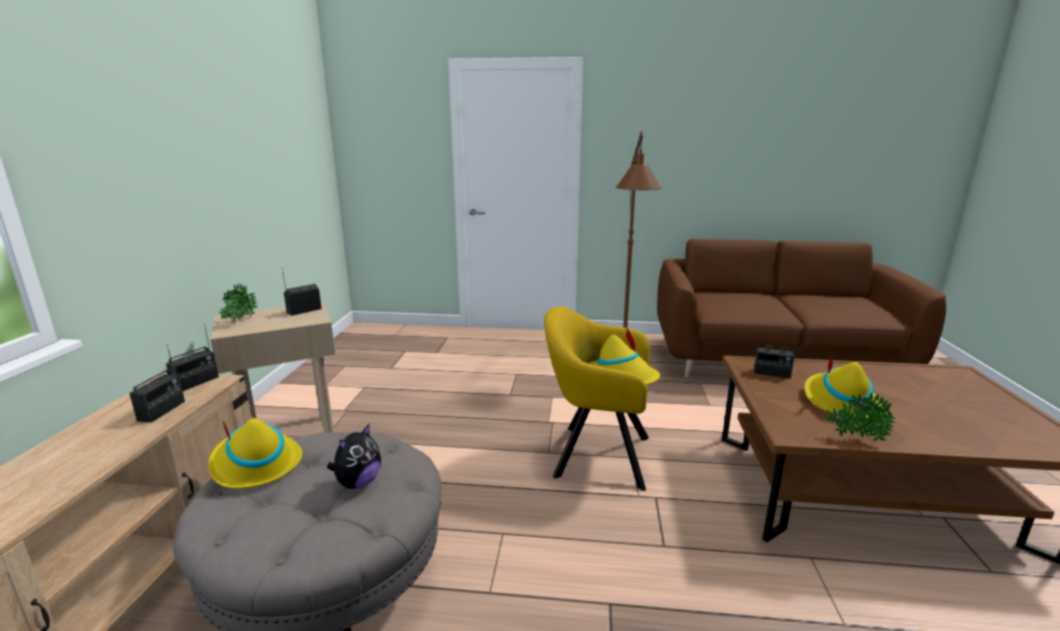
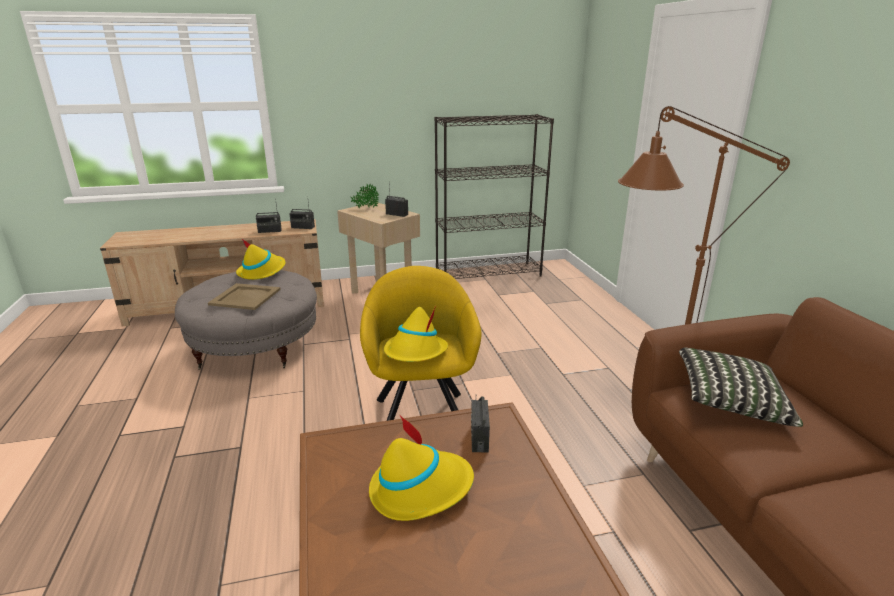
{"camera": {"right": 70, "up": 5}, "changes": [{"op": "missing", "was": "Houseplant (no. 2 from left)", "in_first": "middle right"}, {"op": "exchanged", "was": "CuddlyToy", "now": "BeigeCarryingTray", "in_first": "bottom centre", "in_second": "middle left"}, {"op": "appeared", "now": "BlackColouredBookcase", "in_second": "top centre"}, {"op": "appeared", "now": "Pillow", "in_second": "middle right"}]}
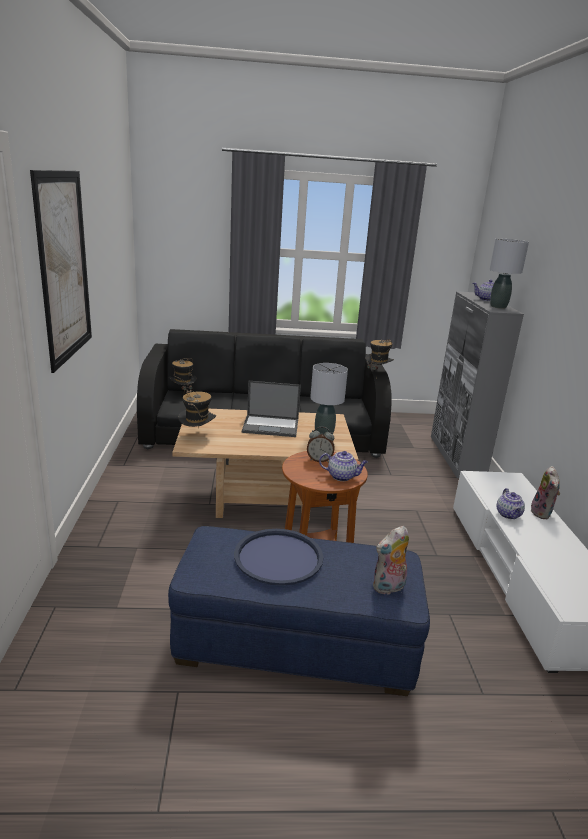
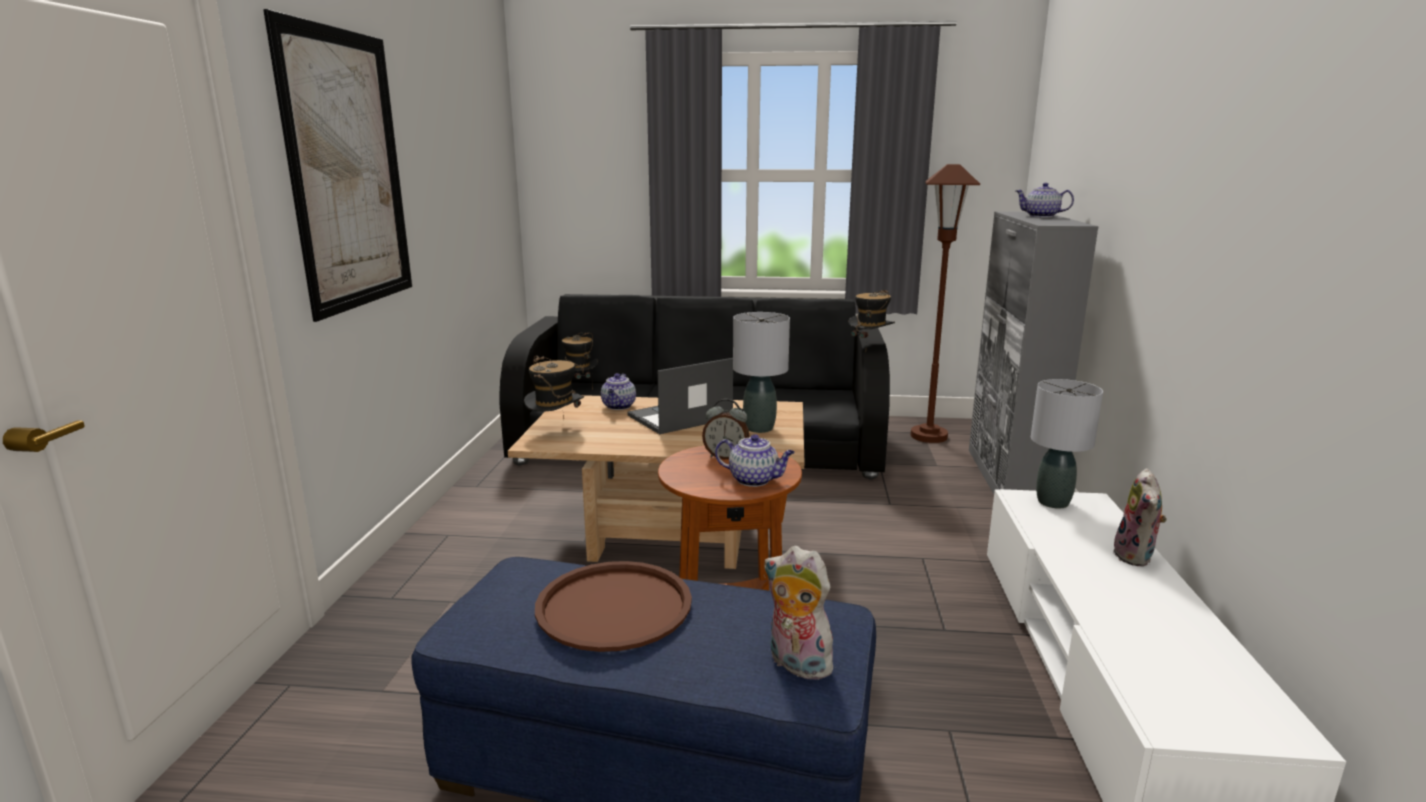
{"camera": {"right": 10, "up": -5}, "changes": [{"op": "relocated", "was": "GreyishLampForATable (no. 2 from left)", "in_first": "top right", "in_second": "middle right"}, {"op": "spun", "was": "Laptop", "in_first": "centre", "in_second": "centre", "clockwise": 135}, {"op": "relocated", "was": "PotForTea (no. 3 from left in the first image)", "now": "PotForTea (no. 1 from left)", "in_first": "middle right", "in_second": "centre"}, {"op": "spun", "was": "CuddlyToy (no. 1 from left)", "in_first": "bottom centre", "in_second": "bottom centre", "clockwise": 60}, {"op": "colour", "was": "BlueColouredCarryingTray", "now": "BrownCarryingTray", "in_first": "centre", "in_second": "bottom centre"}, {"op": "appeared", "now": "BrownStandingLamp", "in_second": "centre"}]}
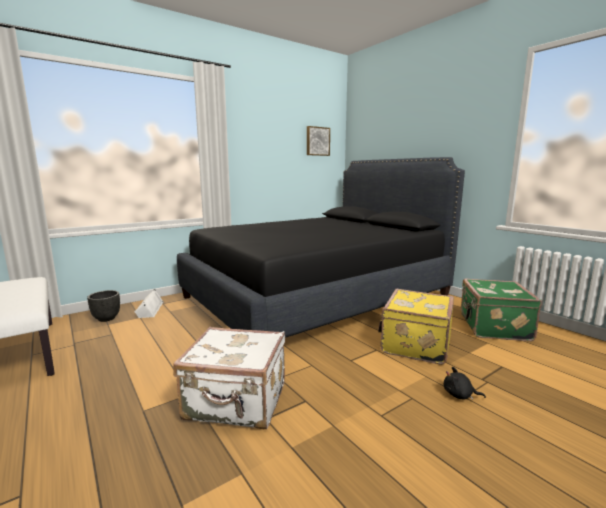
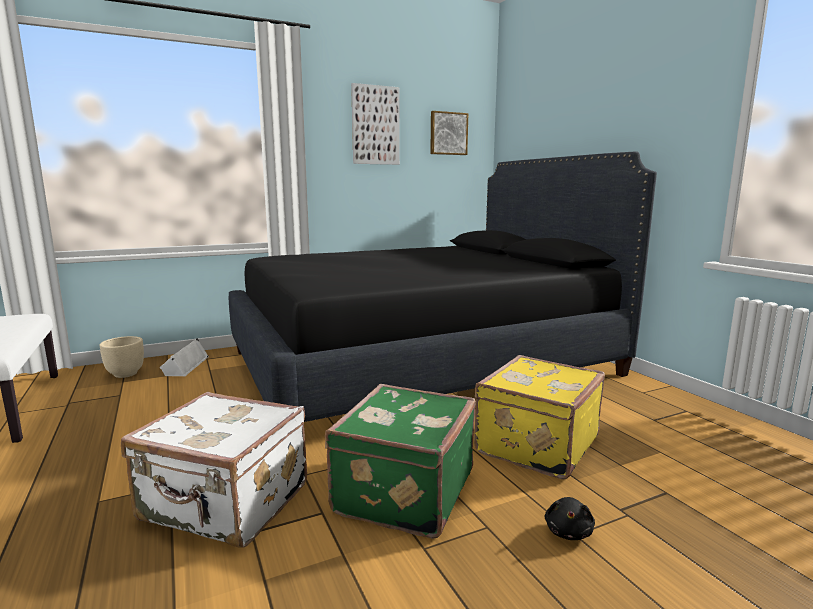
{"camera": {"right": 10, "up": 0}, "changes": [{"op": "relocated", "was": "GreenPieceOfLuggage", "in_first": "middle right", "in_second": "bottom centre"}, {"op": "colour", "was": "BlackColouredPlanter", "now": "BeigePlanter", "in_first": "middle left", "in_second": "middle left"}, {"op": "spun", "was": "BlackColouredCuddlyToy", "in_first": "bottom right", "in_second": "bottom right", "clockwise": -105}, {"op": "appeared", "now": "WallArt (no. 1 from left)", "in_second": "top centre"}]}
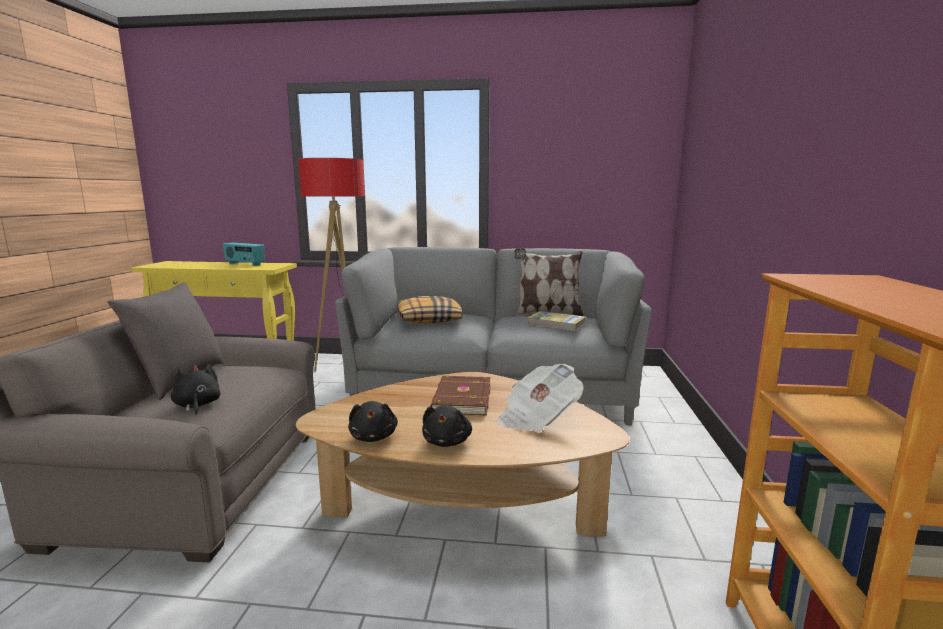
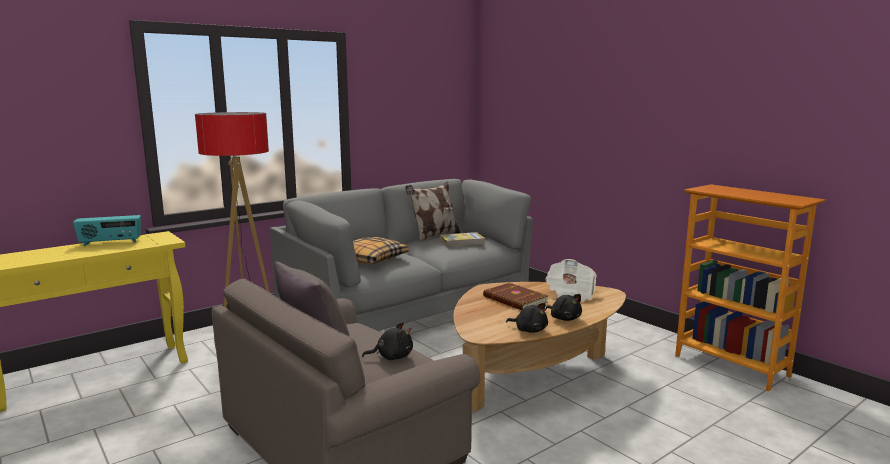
{"camera": {"right": -45, "up": 0}, "changes": [{"op": "spun", "was": "BlackColouredCuddlyToy (no. 1 from left)", "in_first": "middle left", "in_second": "bottom centre", "clockwise": 150}]}
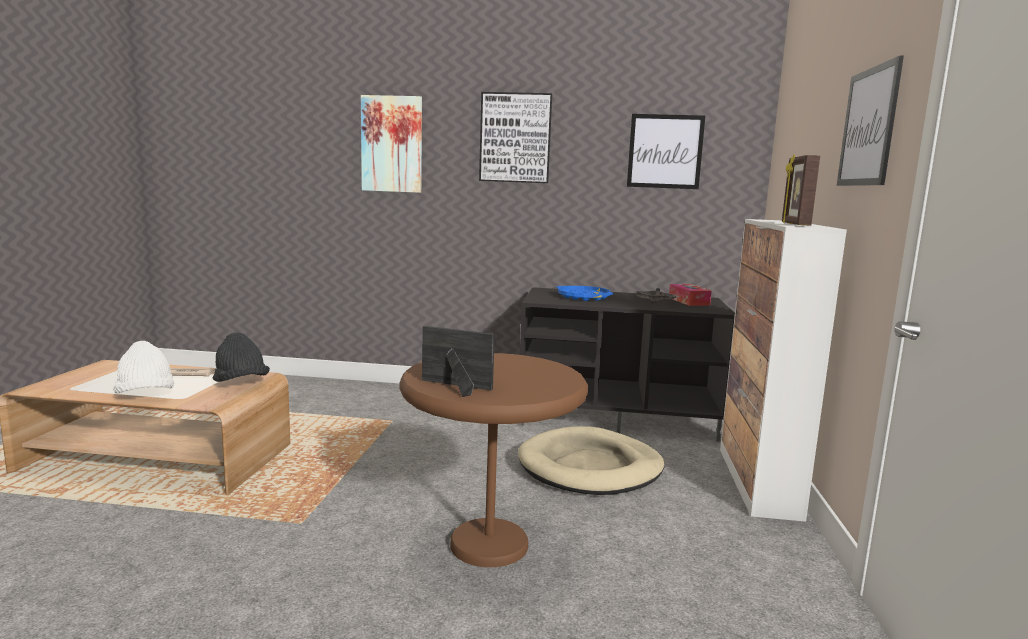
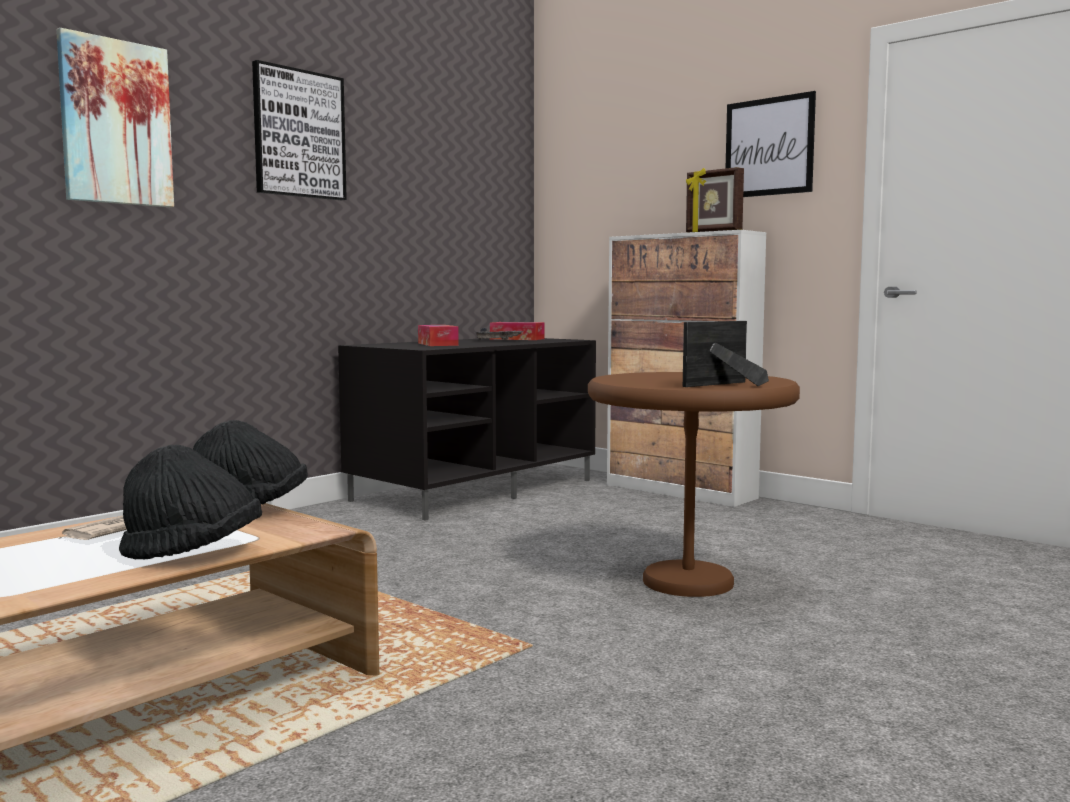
{"camera": {"right": -55, "up": -5}, "changes": [{"op": "missing", "was": "WallArt (no. 3 from left)", "in_first": "top centre"}, {"op": "exchanged", "was": "BlueColouredCarryingTray", "now": "BoxOfTissues (no. 1 from left)", "in_first": "centre", "in_second": "centre"}, {"op": "colour", "was": "WhiteColouredClothingHat", "now": "BlackColouredClothingHat (no. 1 from left)", "in_first": "middle left", "in_second": "middle left"}, {"op": "missing", "was": "BeigeDogBed", "in_first": "bottom centre"}]}
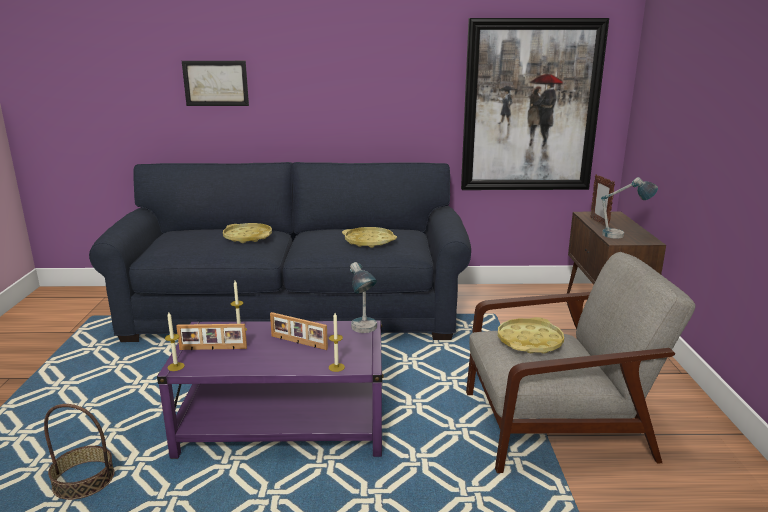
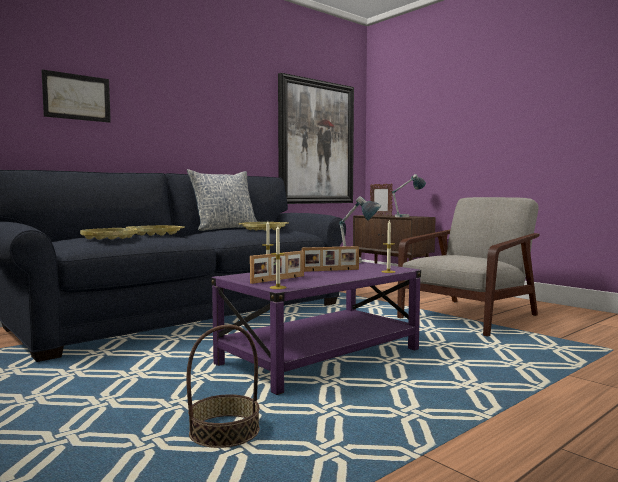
{"camera": {"right": -40, "up": -15}, "changes": [{"op": "relocated", "was": "YellowCarryingTray (no. 3 from left in the first image)", "now": "YellowCarryingTray (no. 1 from left)", "in_first": "middle right", "in_second": "middle left"}, {"op": "appeared", "now": "Pillow", "in_second": "centre"}]}
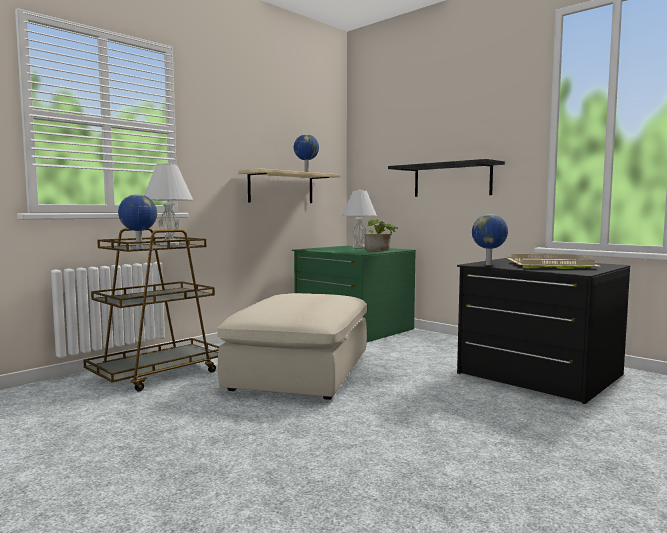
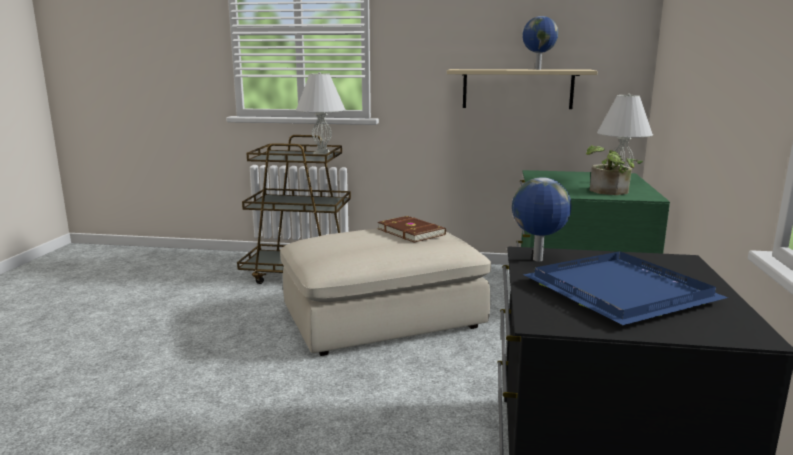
{"camera": {"right": 55, "up": 10}, "changes": [{"op": "missing", "was": "BlackColouredBracketShelf", "in_first": "middle right"}, {"op": "missing", "was": "WorldGlobe (no. 1 from left)", "in_first": "middle left"}, {"op": "colour", "was": "BeigeCarryingTray", "now": "BlueColouredCarryingTray", "in_first": "middle right", "in_second": "middle right"}, {"op": "appeared", "now": "BrownBook", "in_second": "centre"}]}
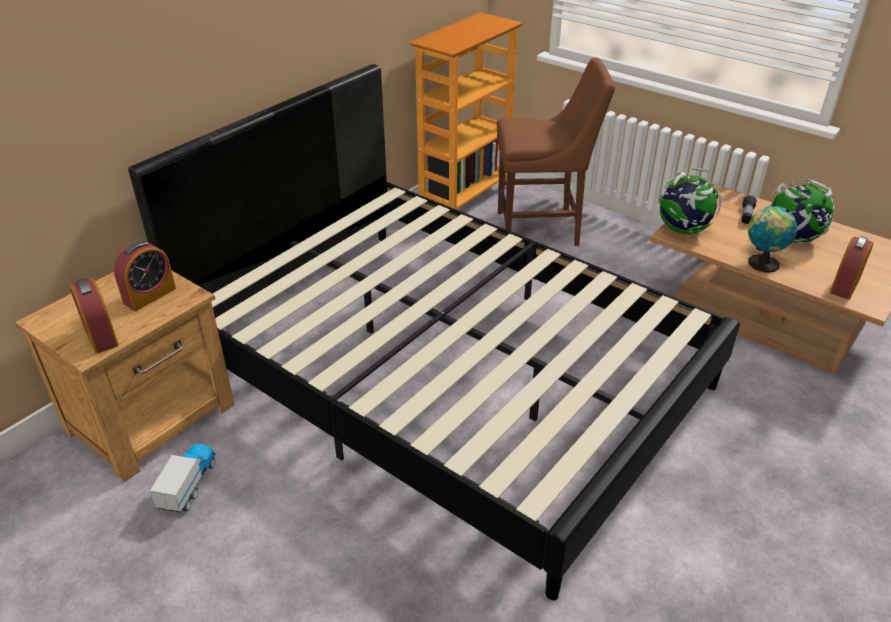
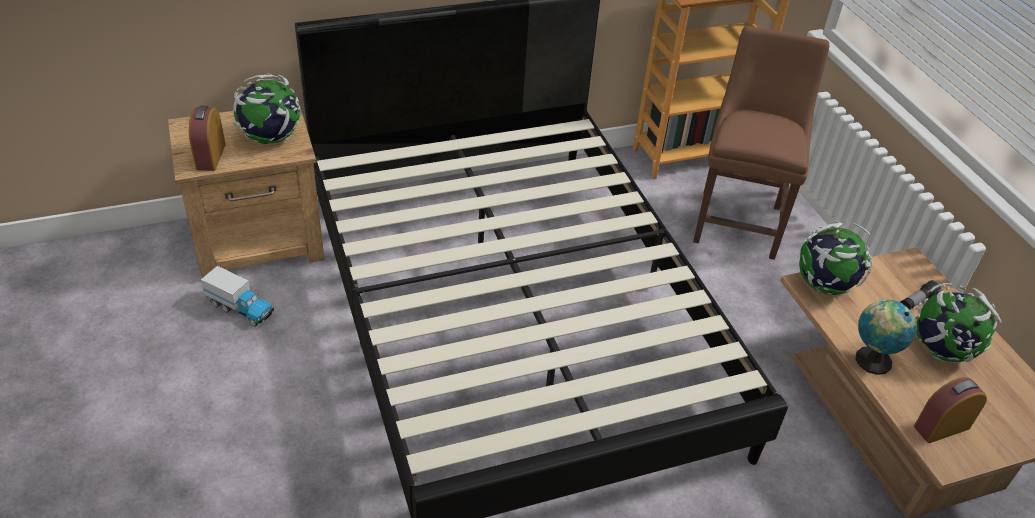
{"camera": {"right": 30, "up": 5}, "changes": [{"op": "spun", "was": "BrownChair", "in_first": "top centre", "in_second": "top right", "clockwise": -105}, {"op": "exchanged", "was": "AlarmClock (no. 2 from left)", "now": "WorldGlobe (no. 1 from left)", "in_first": "middle left", "in_second": "top left"}, {"op": "spun", "was": "ToyLorry", "in_first": "bottom left", "in_second": "middle left", "clockwise": 75}]}
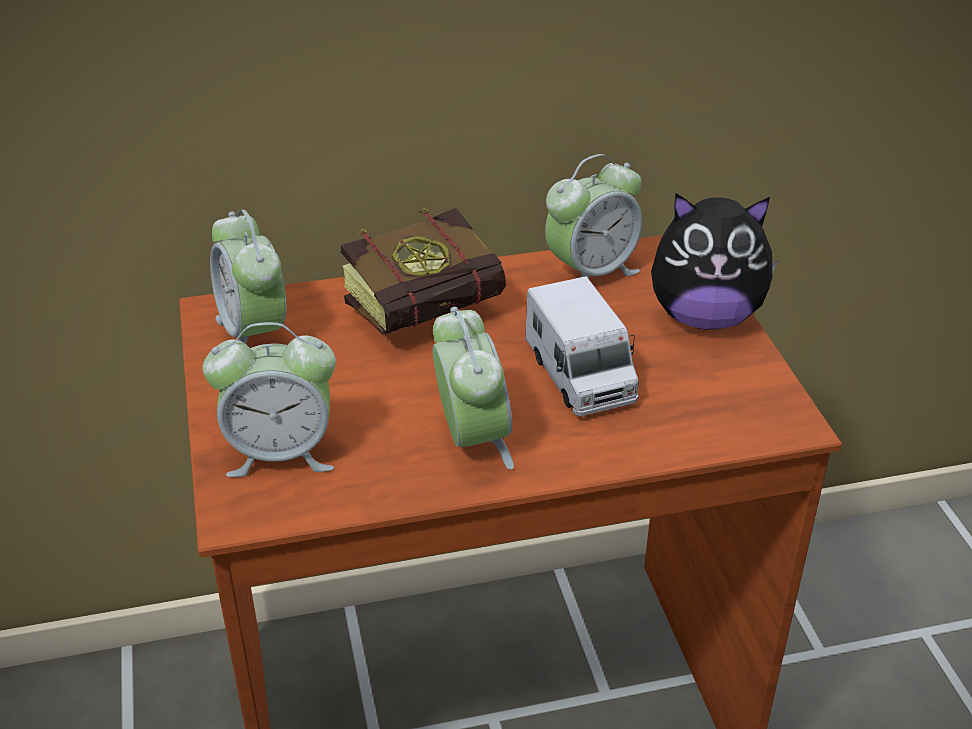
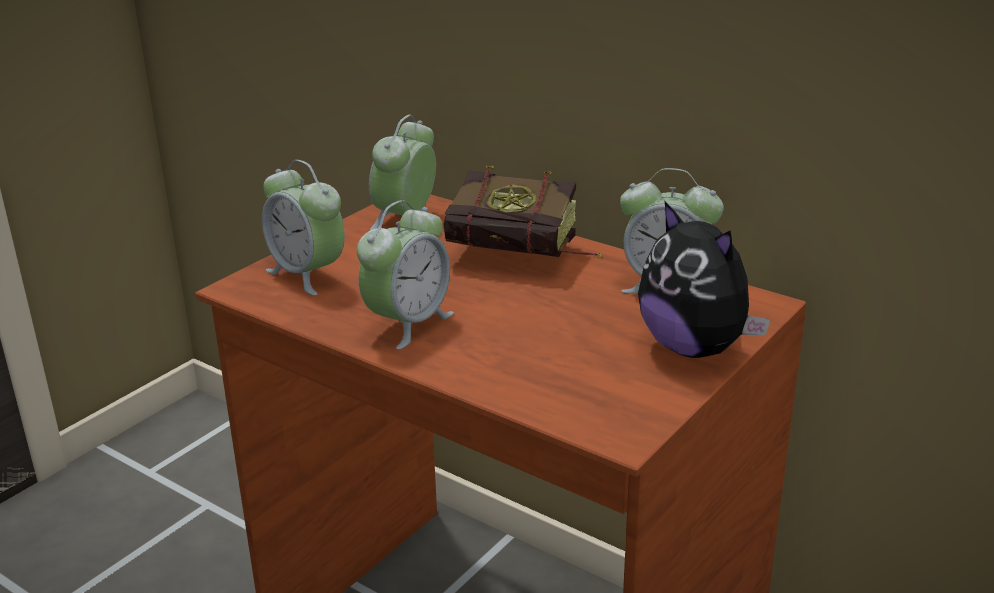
{"camera": {"right": 50, "up": -10}, "changes": [{"op": "missing", "was": "ToyLorry", "in_first": "centre"}]}
